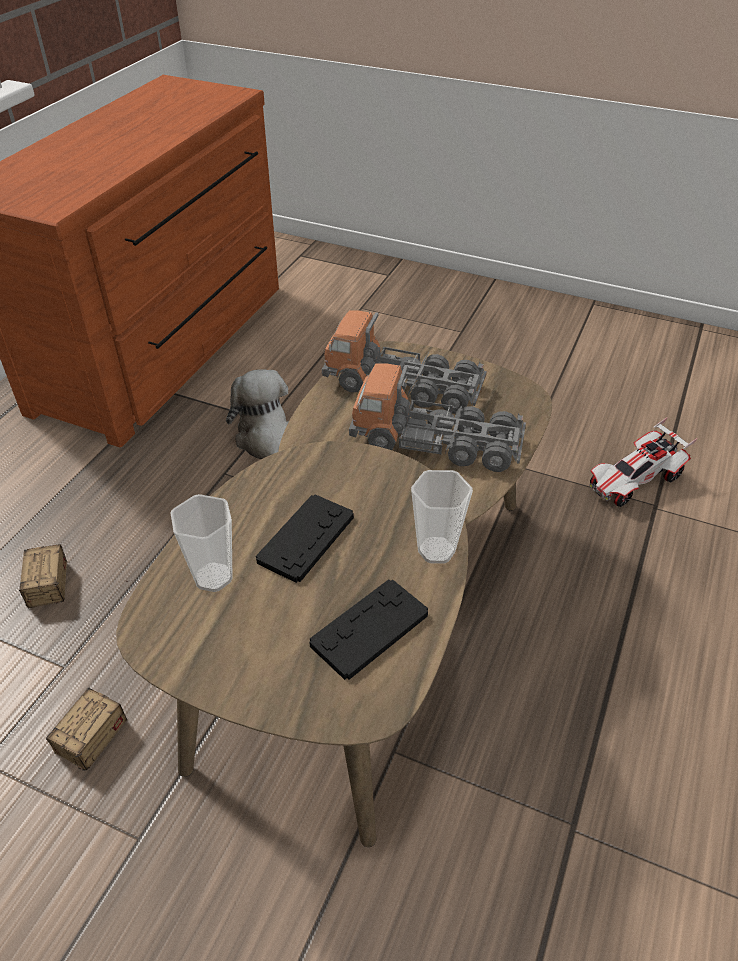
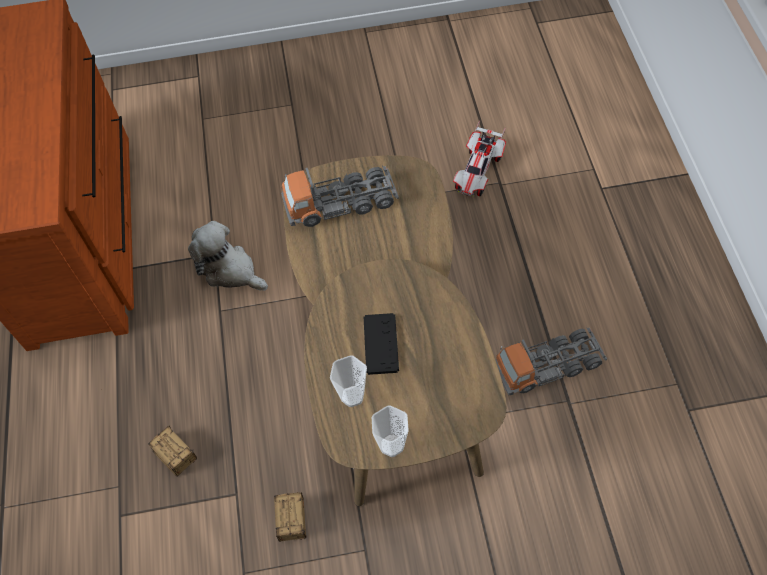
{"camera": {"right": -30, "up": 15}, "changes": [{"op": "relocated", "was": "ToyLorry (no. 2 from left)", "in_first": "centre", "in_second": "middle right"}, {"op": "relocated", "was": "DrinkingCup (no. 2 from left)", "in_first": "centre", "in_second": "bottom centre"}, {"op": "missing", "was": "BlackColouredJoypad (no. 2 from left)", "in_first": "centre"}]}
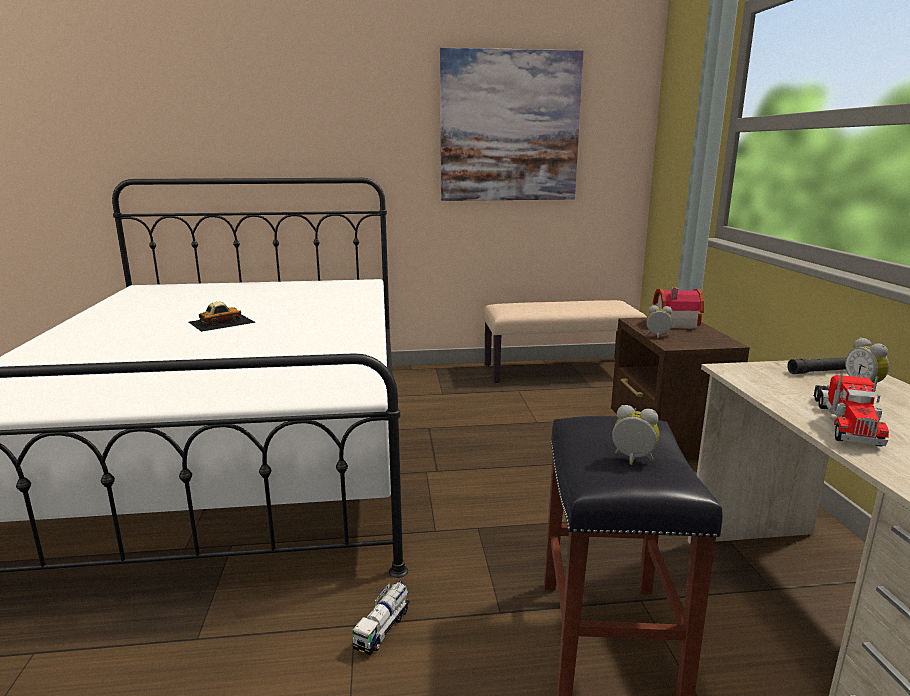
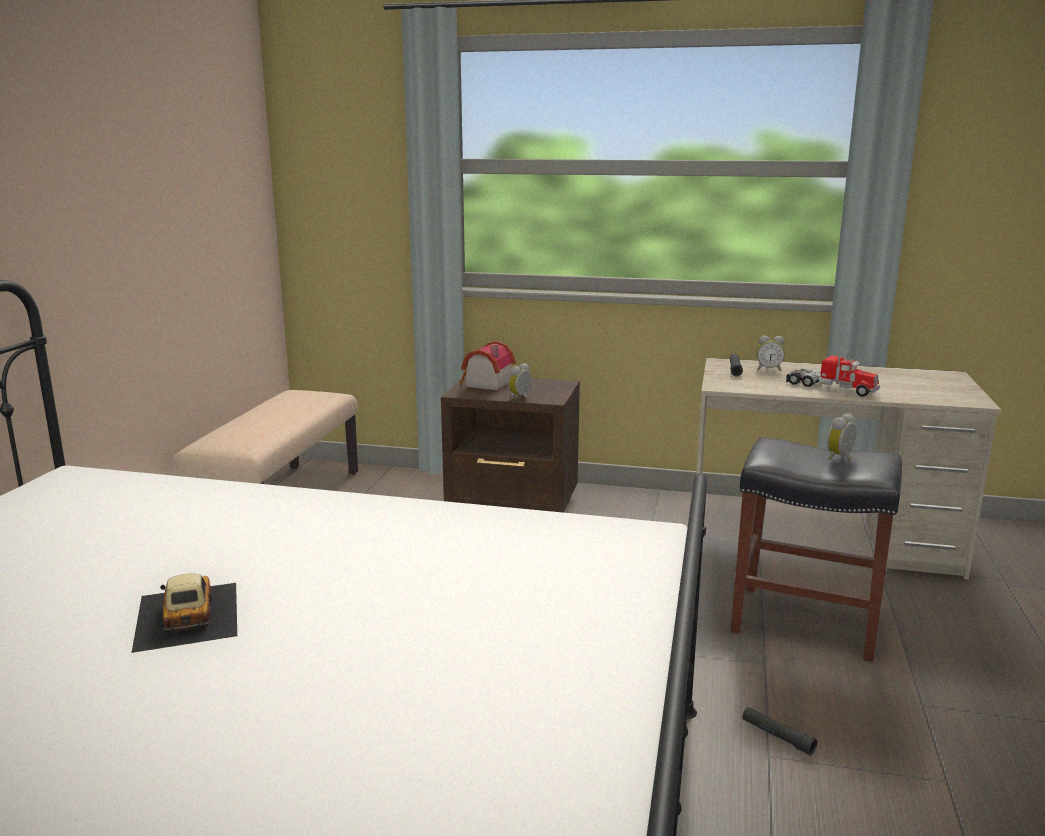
{"camera": {"right": -70, "up": 0}, "changes": [{"op": "missing", "was": "WallArt", "in_first": "top centre"}, {"op": "exchanged", "was": "ToyLorry (no. 1 from left)", "now": "BlackColouredFlashlight (no. 2 from left)", "in_first": "bottom centre", "in_second": "bottom right"}]}
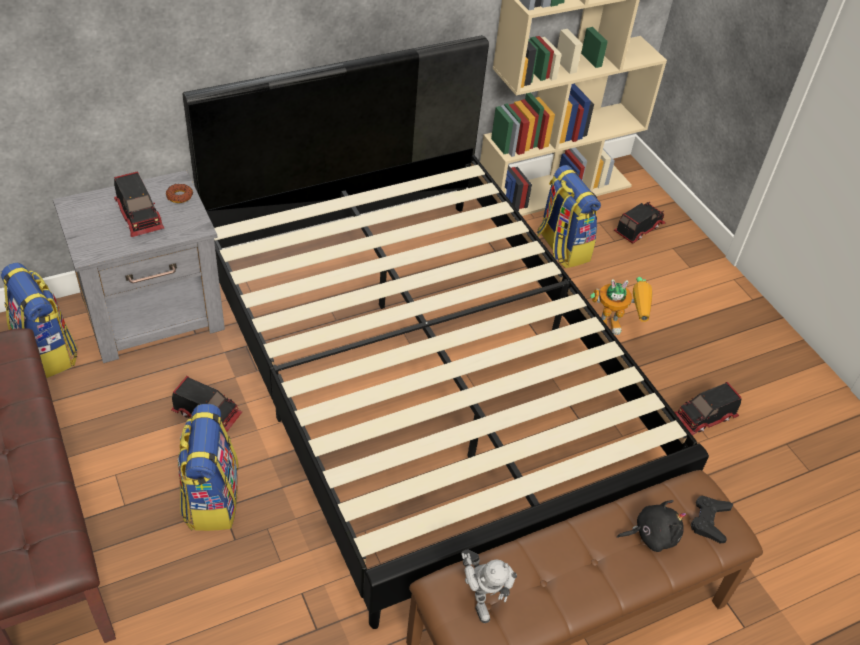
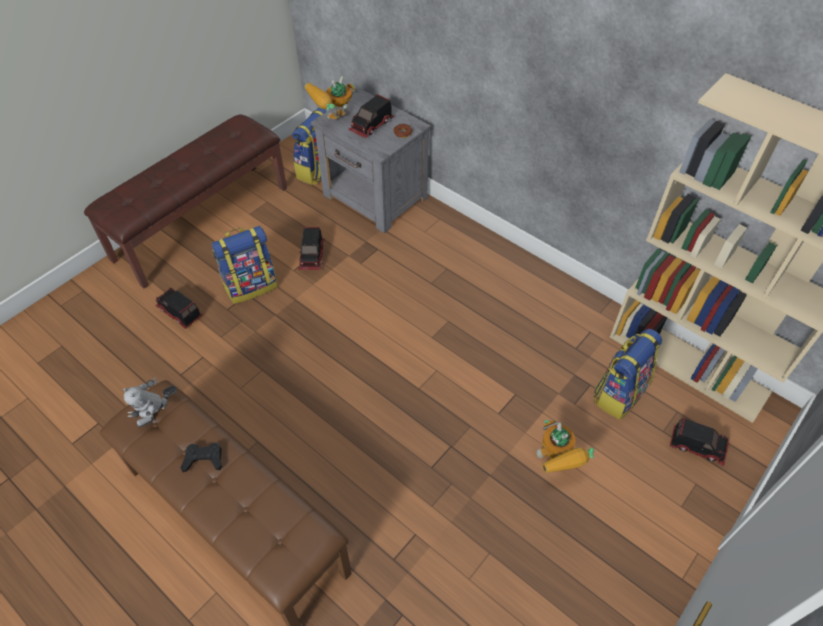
{"camera": {"right": 70, "up": 5}, "changes": [{"op": "missing", "was": "BlackColouredBedroomBed", "in_first": "centre"}, {"op": "relocated", "was": "ToyLorry (no. 4 from left in the first image)", "now": "ToyLorry (no. 1 from left)", "in_first": "middle right", "in_second": "middle left"}, {"op": "relocated", "was": "BlackColouredJoypad", "in_first": "bottom right", "in_second": "bottom left"}, {"op": "missing", "was": "BlackColouredCuddlyToy", "in_first": "bottom right"}, {"op": "appeared", "now": "RobotFigure (no. 2 from left)", "in_second": "top centre"}]}
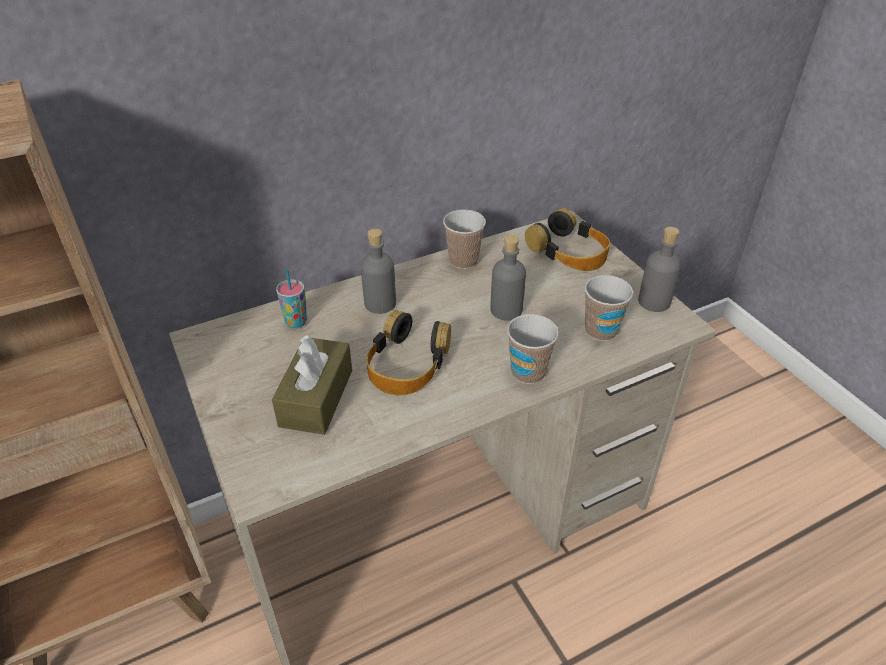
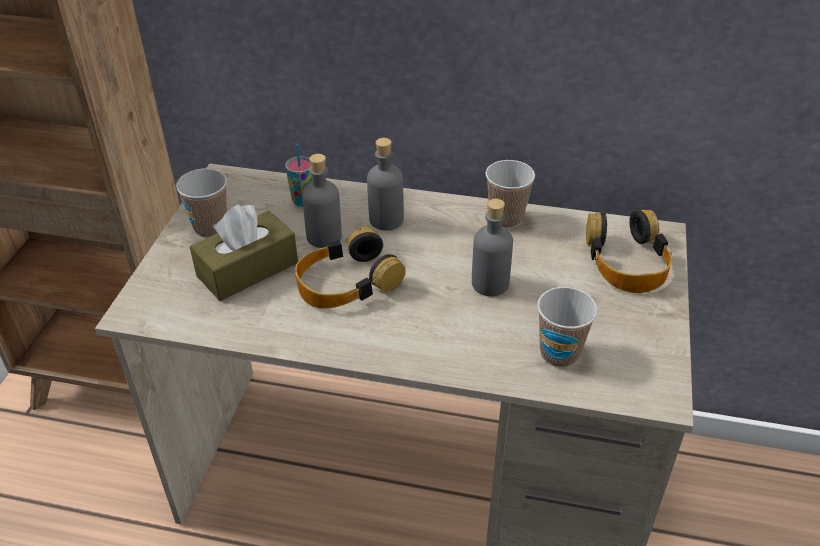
{"camera": {"right": 40, "up": 0}, "changes": [{"op": "relocated", "was": "GreyishBottle (no. 3 from left in the first image)", "now": "GreyishBottle (no. 1 from left)", "in_first": "middle right", "in_second": "centre"}, {"op": "relocated", "was": "DrinkingCup (no. 3 from left in the first image)", "now": "DrinkingCup (no. 1 from left)", "in_first": "centre", "in_second": "middle left"}]}
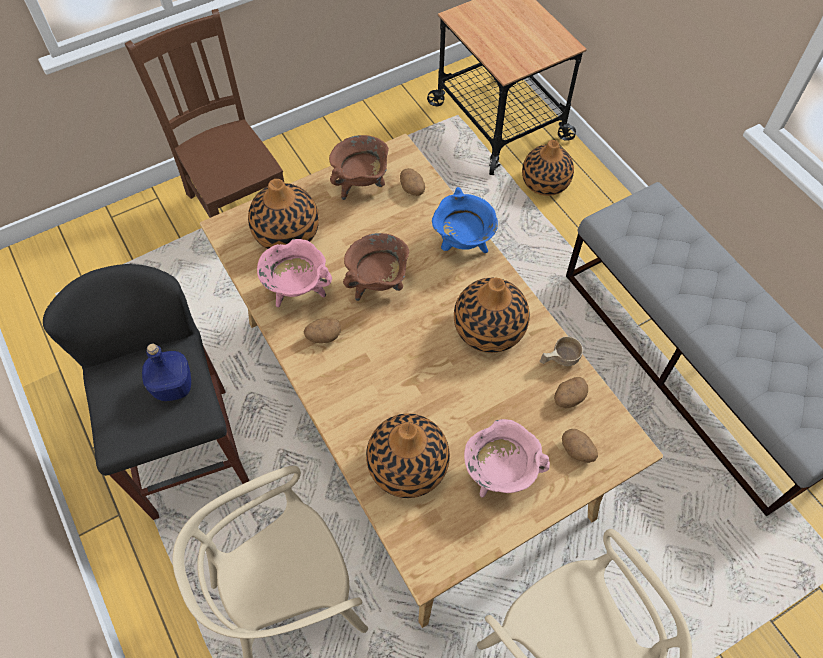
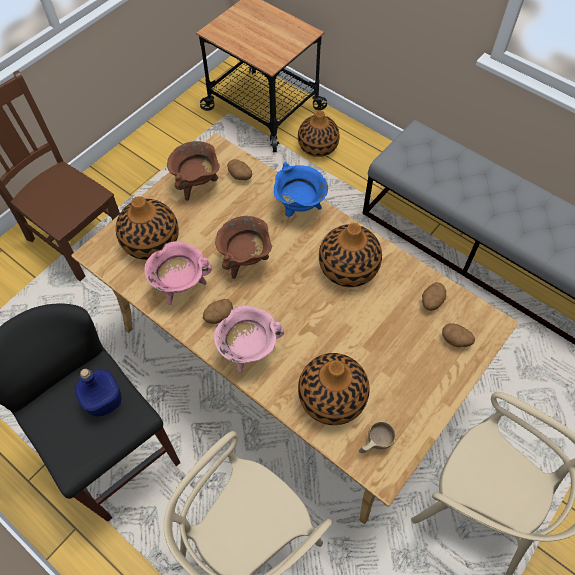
{"camera": {"right": -20, "up": 0}, "changes": [{"op": "relocated", "was": "BeigeDrinkingCup", "in_first": "middle right", "in_second": "bottom centre"}, {"op": "relocated", "was": "PinkCookingPot (no. 2 from left)", "in_first": "bottom centre", "in_second": "centre"}]}
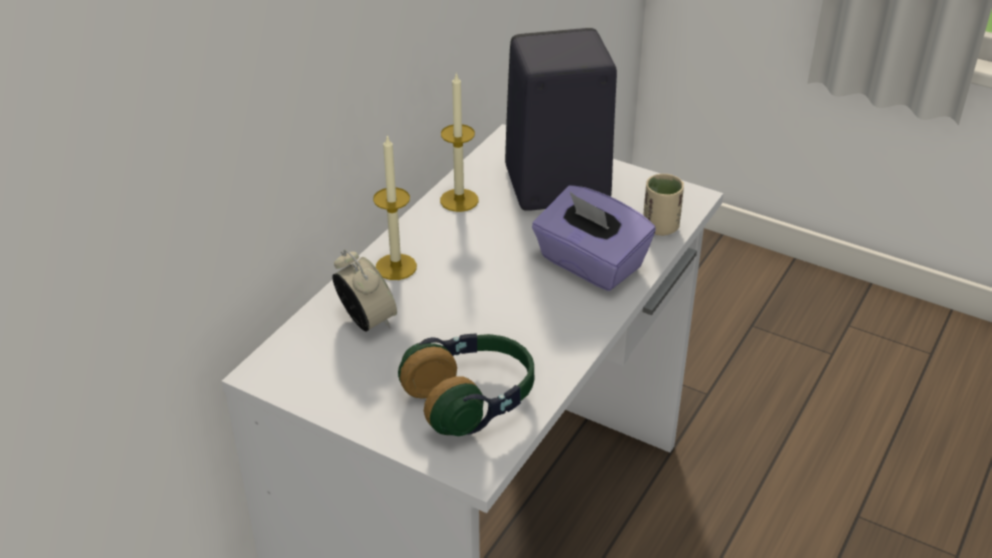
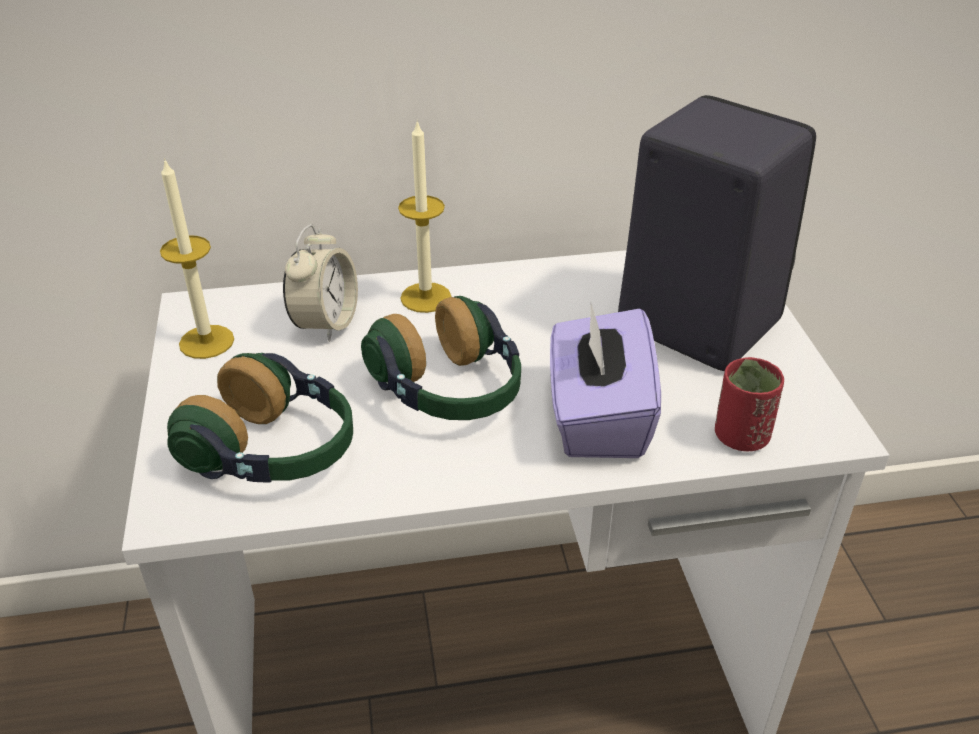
{"camera": {"right": 50, "up": 0}, "changes": [{"op": "relocated", "was": "WaxLight (no. 2 from left in the first image)", "now": "WaxLight (no. 1 from left)", "in_first": "top centre", "in_second": "middle left"}, {"op": "colour", "was": "BeigeDrinkingCup", "now": "ReddishDrinkingCup", "in_first": "middle right", "in_second": "middle right"}, {"op": "appeared", "now": "Headphones (no. 2 from left)", "in_second": "centre"}]}
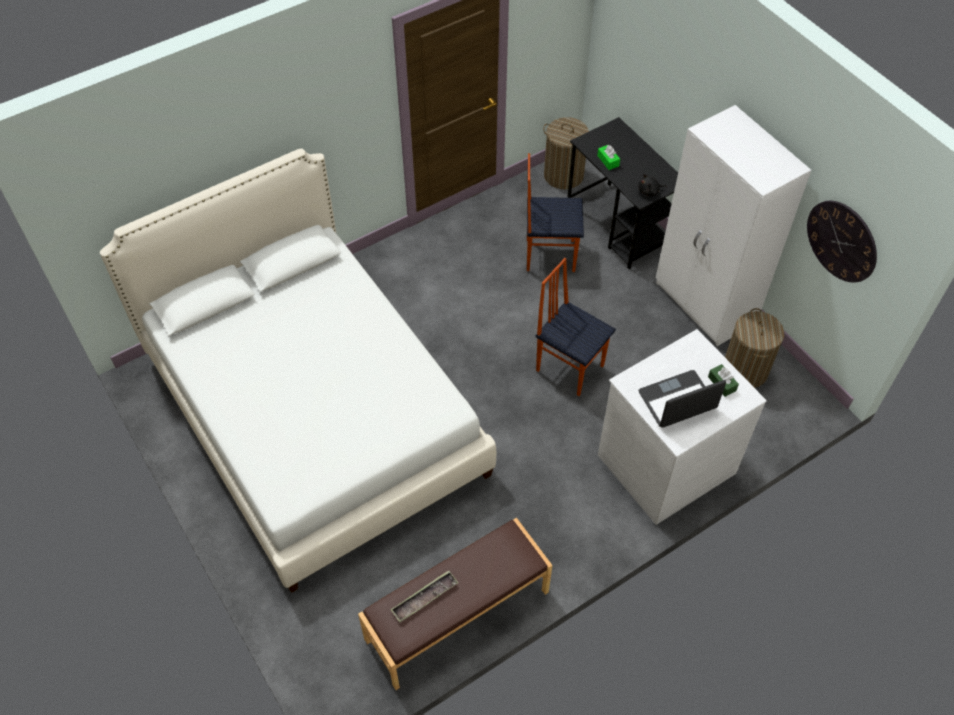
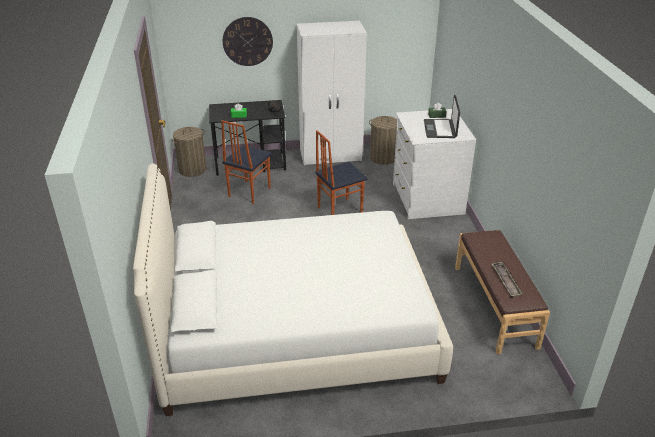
{"camera": {"right": -65, "up": -20}, "changes": [{"op": "relocated", "was": "HangingClock", "in_first": "middle right", "in_second": "top centre"}]}
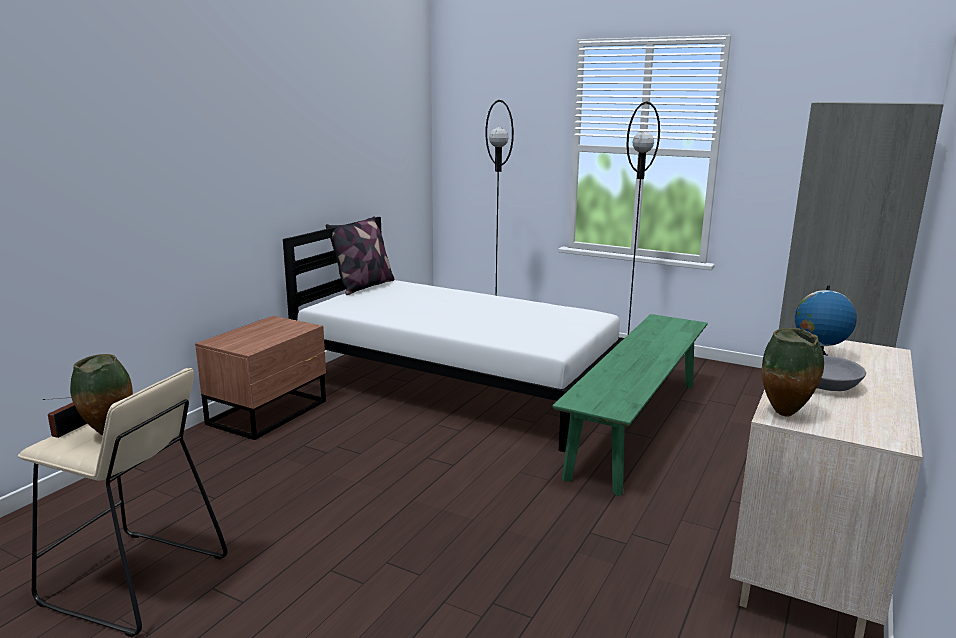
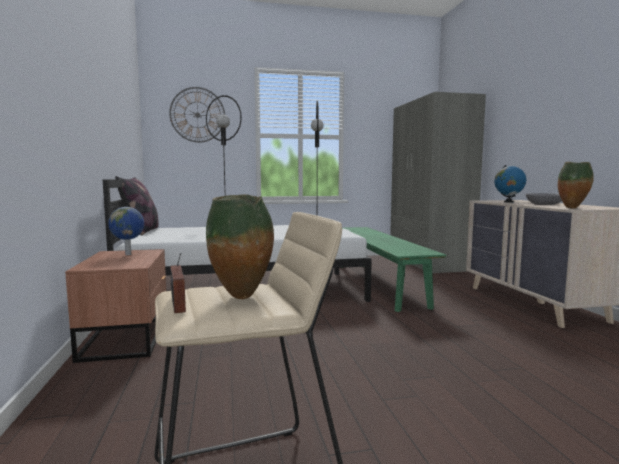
{"camera": {"right": -40, "up": -10}, "changes": [{"op": "appeared", "now": "HangingClock", "in_second": "top left"}, {"op": "appeared", "now": "WorldGlobe (no. 1 from left)", "in_second": "middle left"}]}
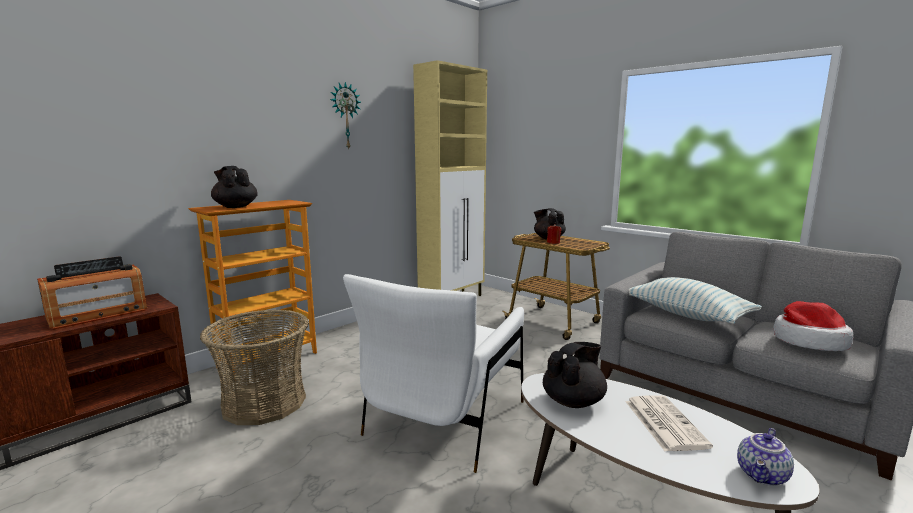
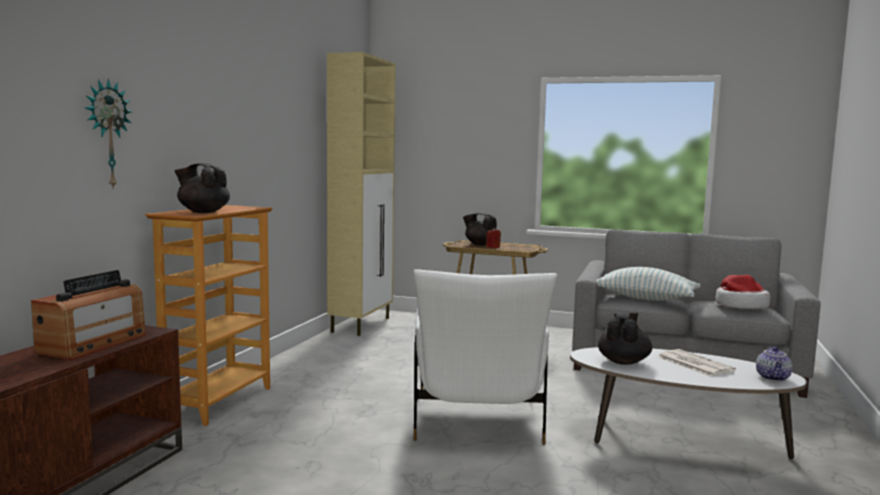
{"camera": {"right": -25, "up": -5}, "changes": [{"op": "relocated", "was": "HangingClock", "in_first": "top centre", "in_second": "top left"}, {"op": "missing", "was": "StorageBasket", "in_first": "bottom left"}]}
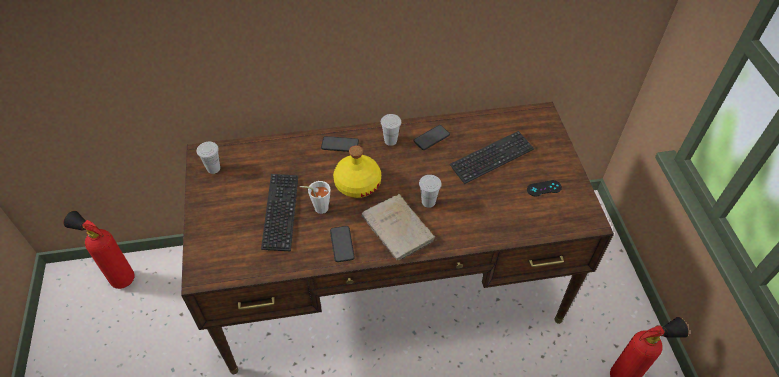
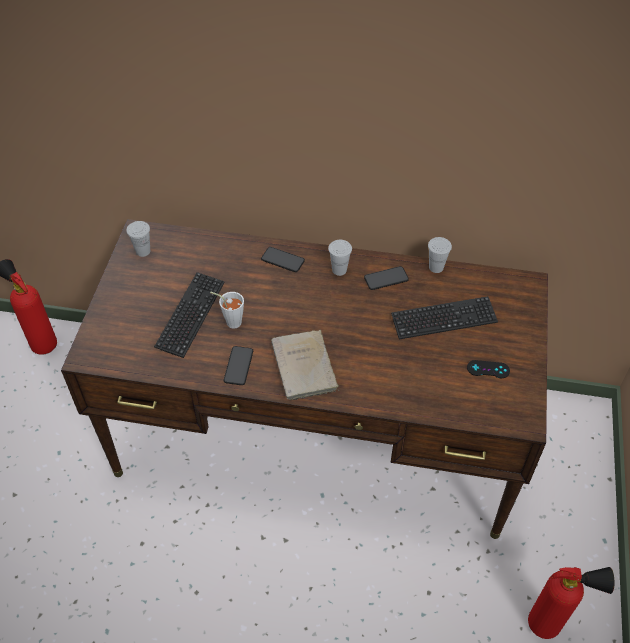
{"camera": {"right": 20, "up": 0}, "changes": [{"op": "missing", "was": "YellowBottle", "in_first": "centre"}, {"op": "relocated", "was": "WhiteColouredDrinkingCup (no. 4 from left)", "in_first": "centre", "in_second": "middle right"}]}
